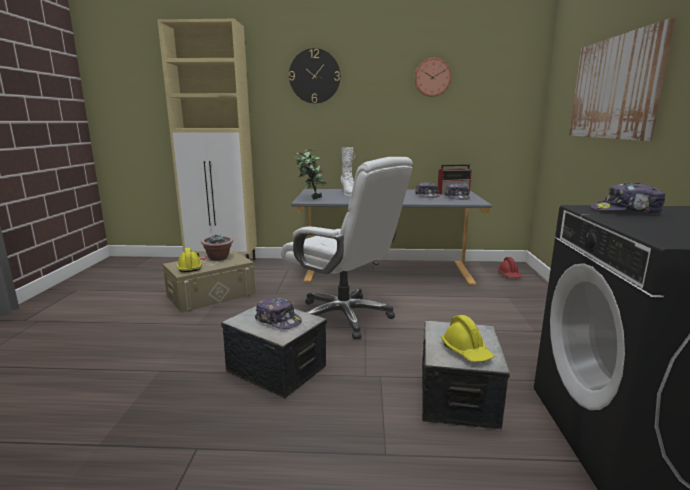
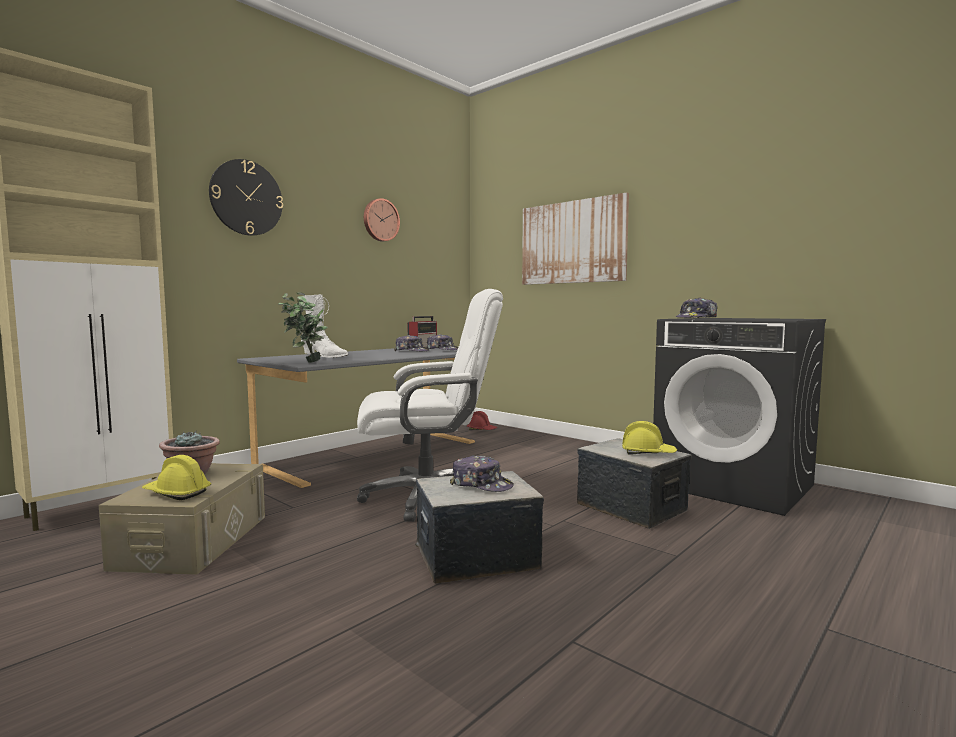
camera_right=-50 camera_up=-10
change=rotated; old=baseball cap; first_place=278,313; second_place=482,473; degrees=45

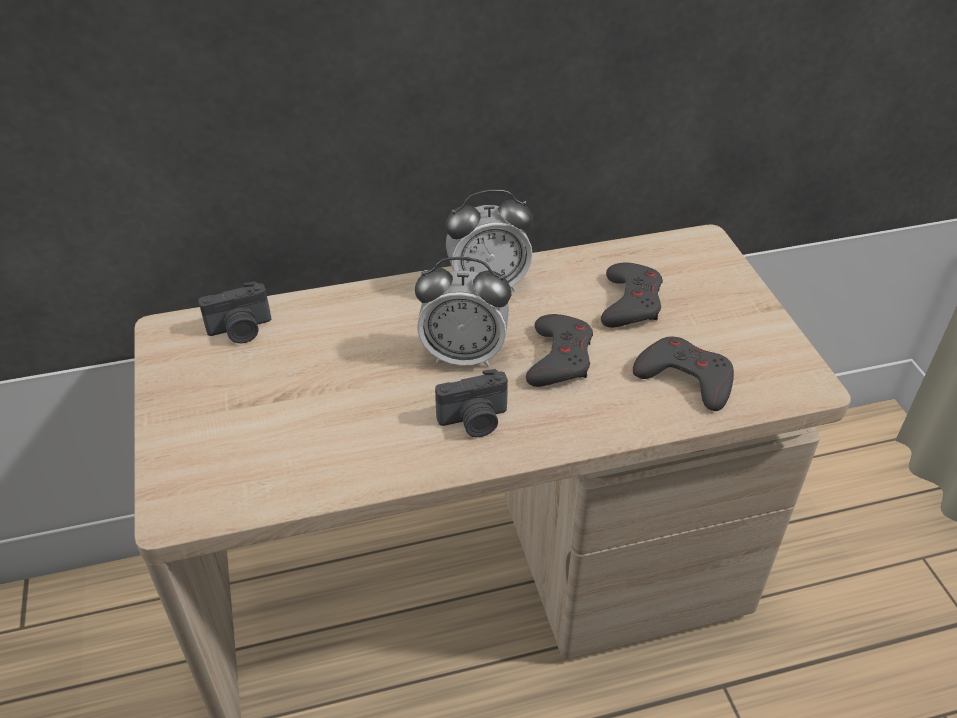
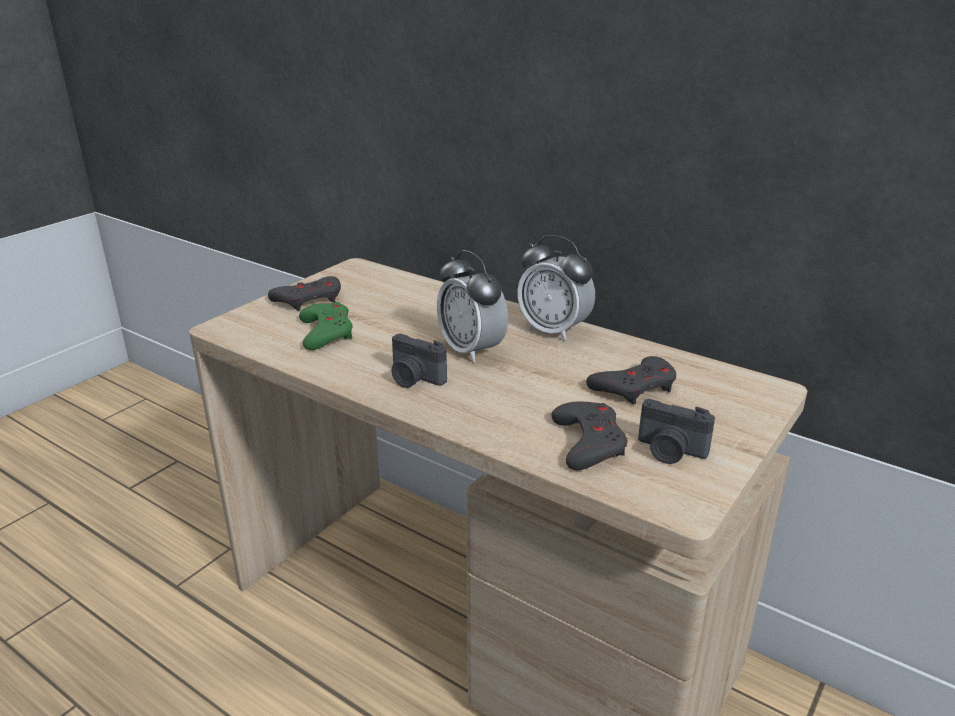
camera_right=50 camera_up=-15
change=shifted; old=still camera; first_place=234,312; second_place=676,431
change=shifted; old=joypad/greyish; first_place=559,350; second_place=304,293
change=new; new=joypad/greenish; second_place=325,326

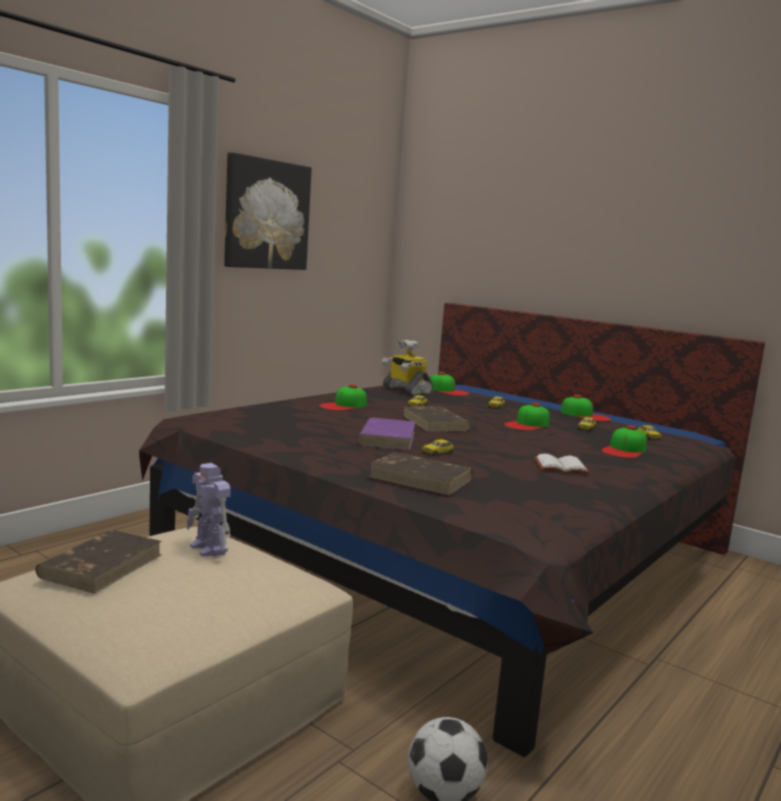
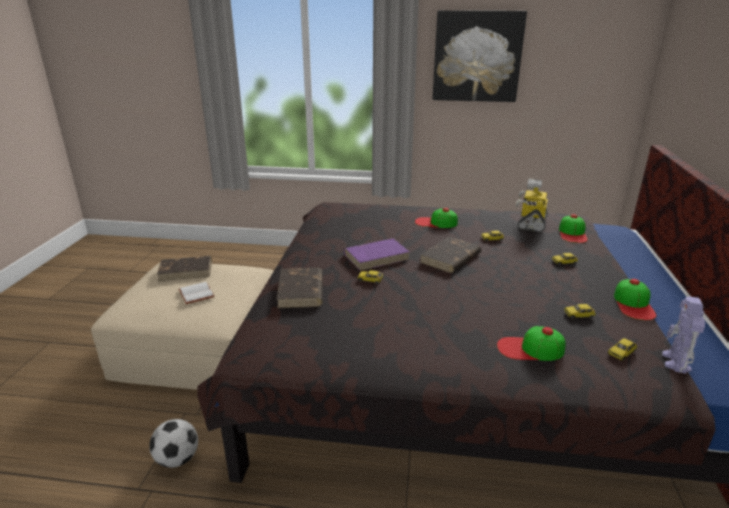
camera_right=60 camera_up=15
change=shifted; old=model robot; first_place=209,510; second_place=683,335
change=gone; old=baseball cap; first_place=527,416
change=shifted; old=volume/white-coloured; first_place=562,464; second_place=197,293

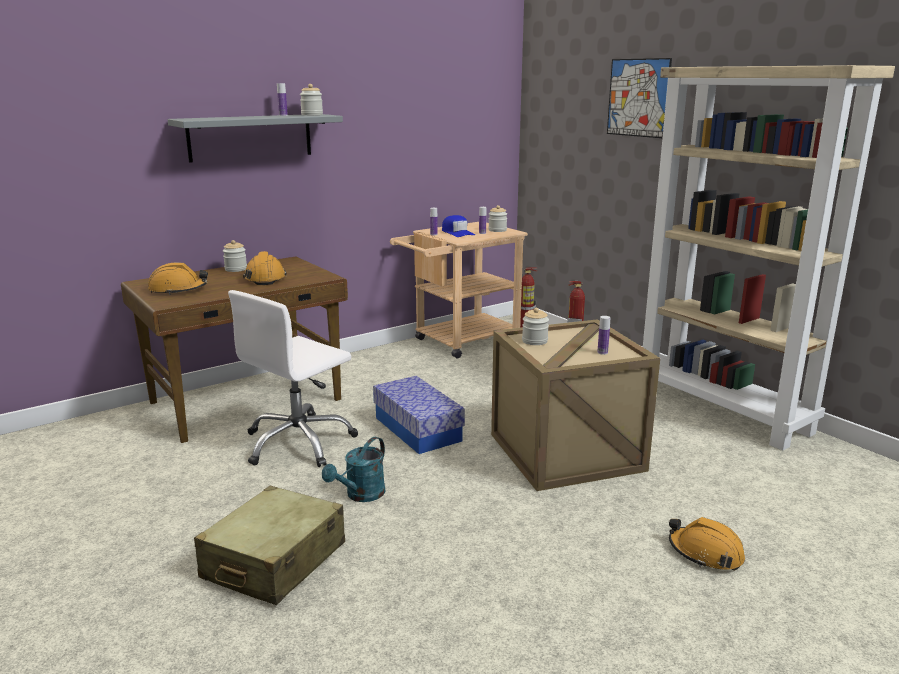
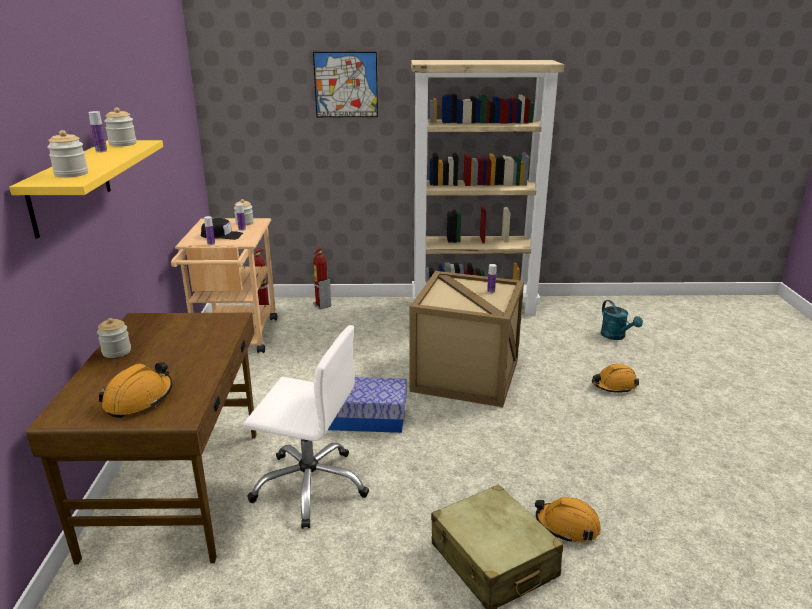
camera_right=-55 camera_up=5
change=repainted; old=shelf/greyish; new=shelf/yellow; first_place=255,138; second_place=86,189
change=rotated; old=desk chair/white-coloured; first_place=293,378; second_place=306,427; degrees=-60
change=shifted; old=work helmet/orangey; first_place=265,268; second_place=568,520
change=shifted; old=sprinkling can/turquoise-coloured; first_place=353,469; second_place=622,320
change=repainted; old=baseball cap/blue; new=baseball cap/black-coloured; first_place=458,226; second_place=222,229
change=shifted; old=preserve jar; first_place=535,326; second_place=67,154

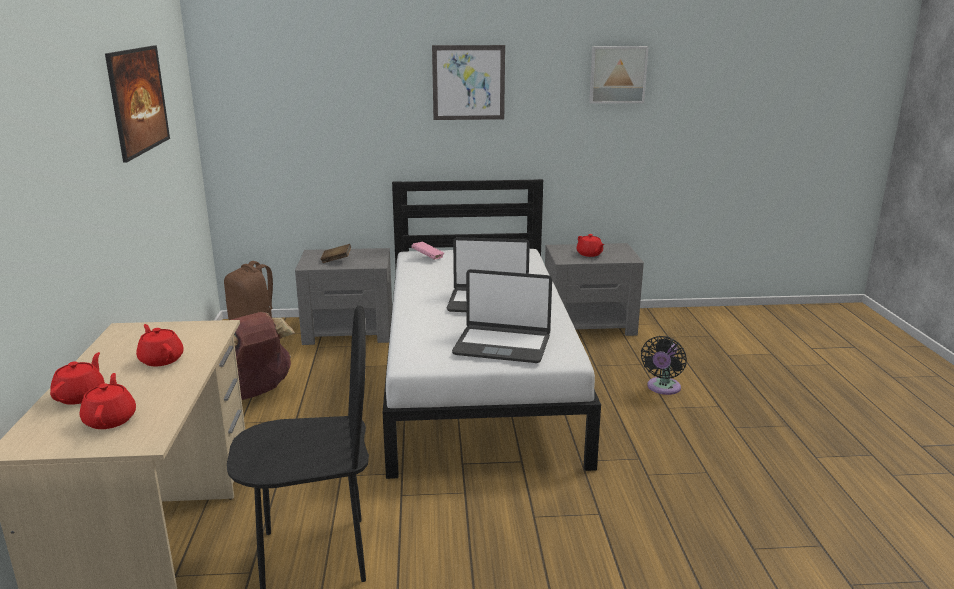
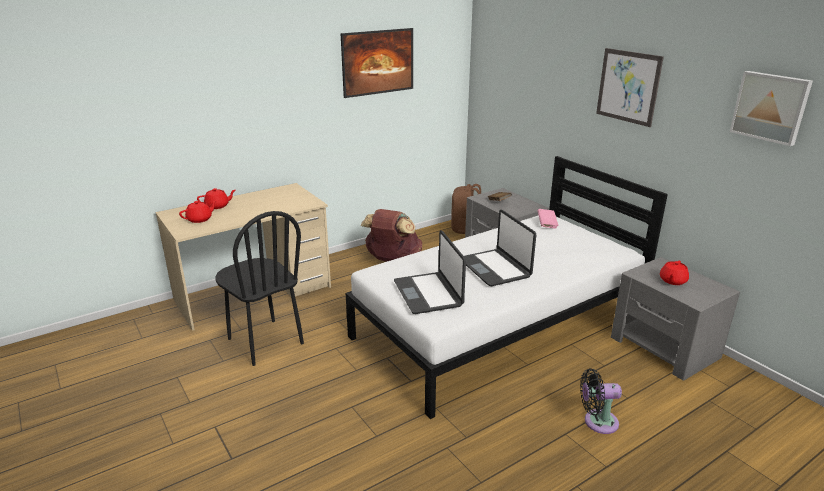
camera_right=60 camera_up=5
change=gone; old=teapot/red-coloured; first_place=160,345

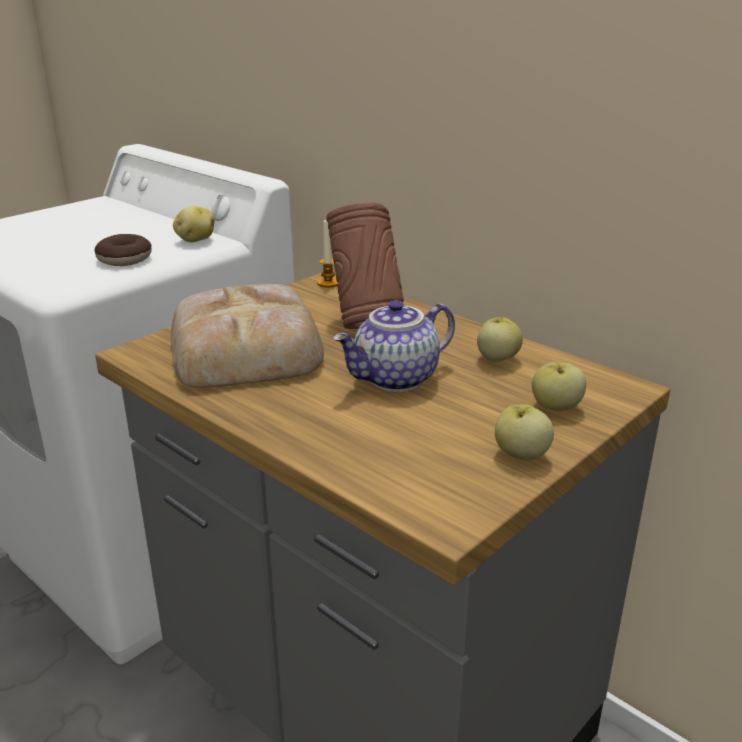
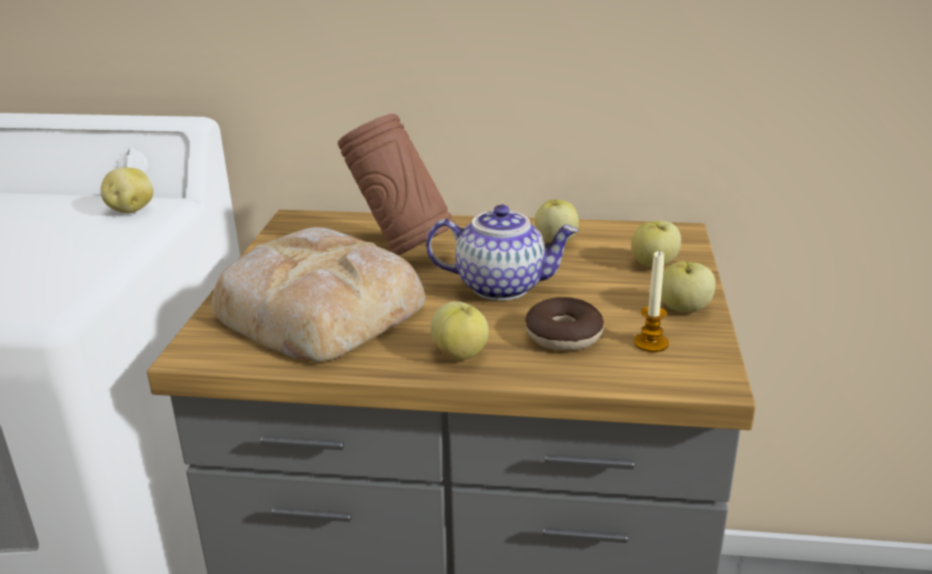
camera_right=-35 camera_up=0
change=shifted; old=doughnut; first_place=123,250; second_place=564,323
change=shifted; old=candle; first_place=327,253; second_place=651,301
change=rotated; old=teapot; first_place=394,346; second_place=502,253; degrees=-105
change=new; new=apple fruit; second_place=460,330

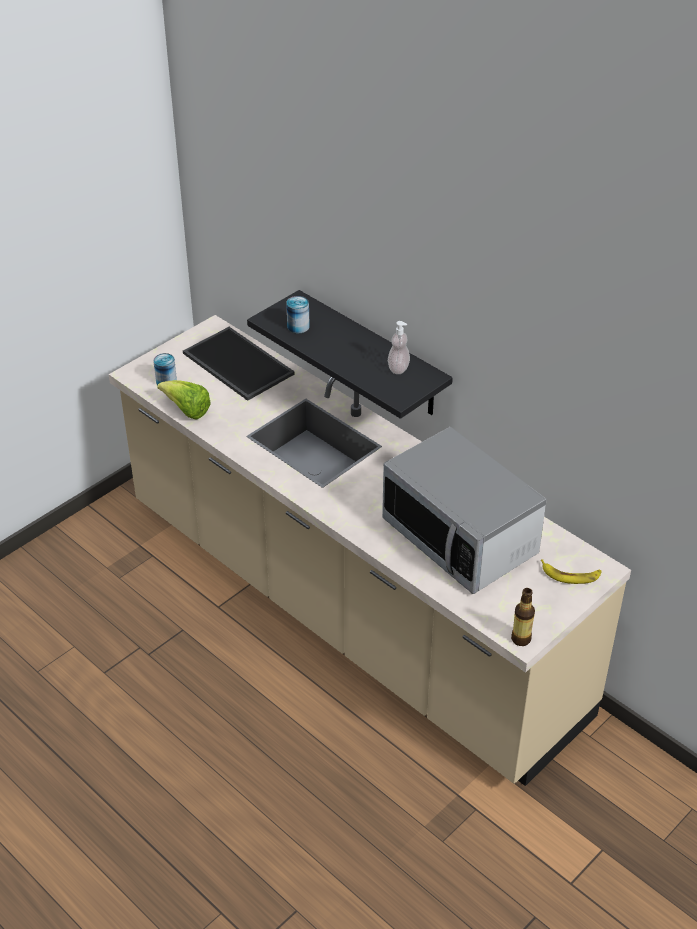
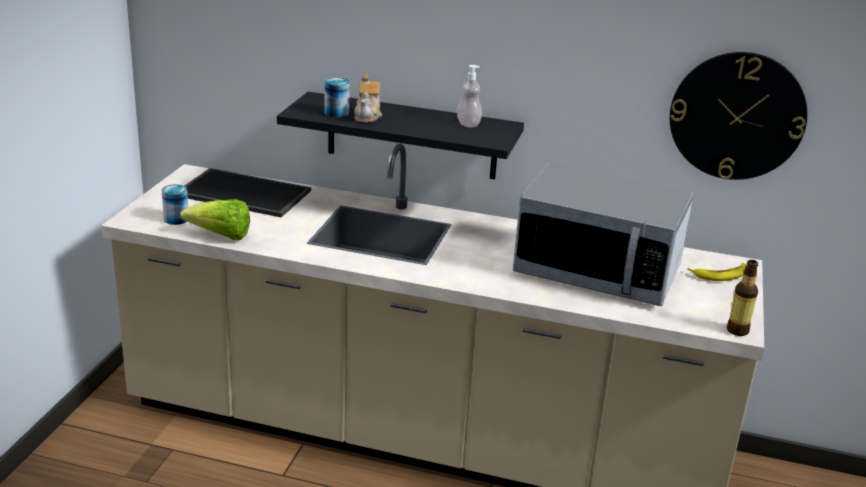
camera_right=-30 camera_up=-15
change=new; new=teapot; second_place=368,98
change=new; new=wall clock; second_place=738,116

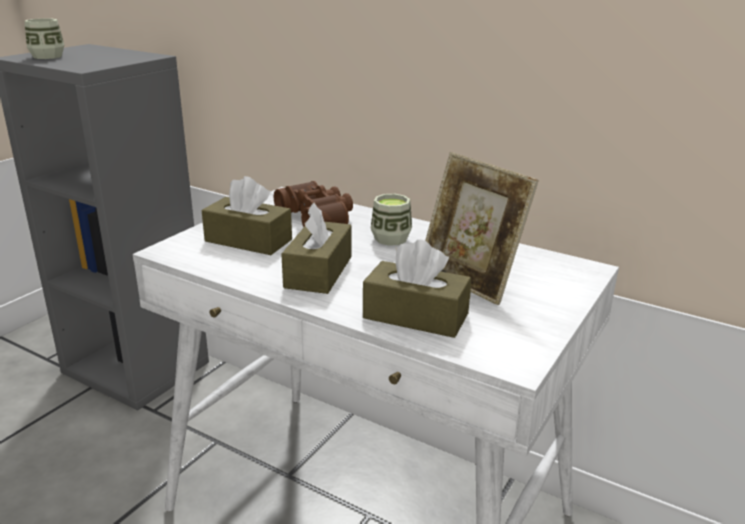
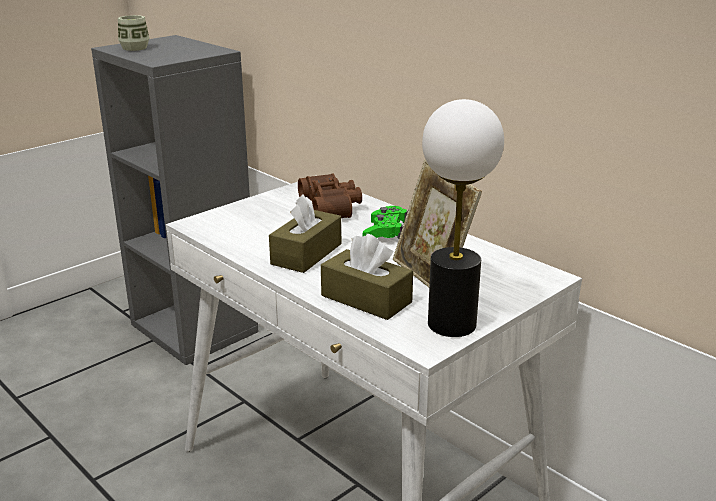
camera_right=15 camera_up=0
change=gone; old=tissue holder/brown; first_place=247,215
change=swapped; old=drinking cup; new=joypad/greenish; first_place=391,220; second_place=385,222
change=new; new=tabletop lamp; second_place=463,218

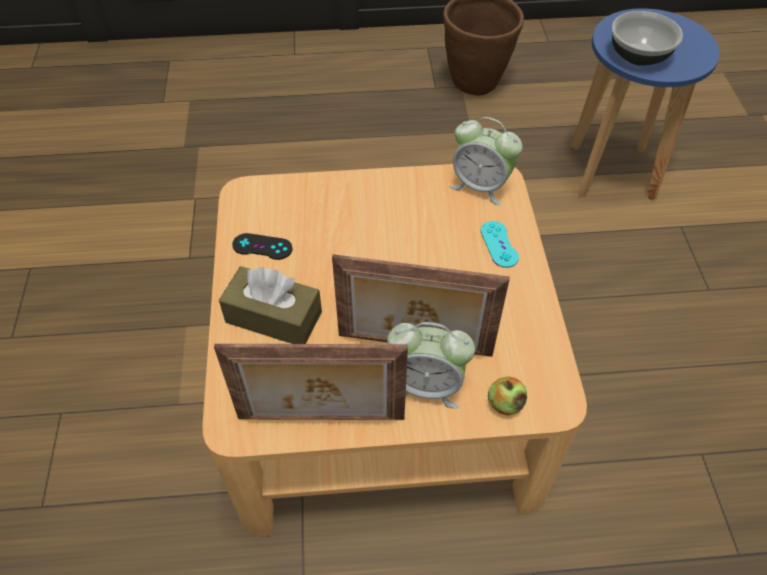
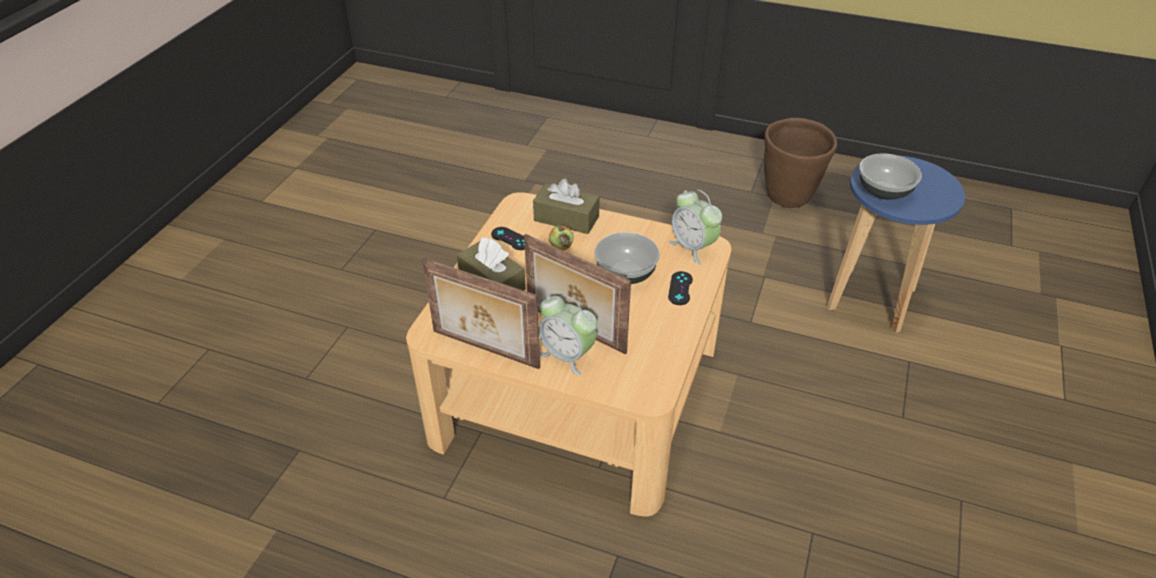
camera_right=25 camera_up=-10
change=repainted; old=joypad/turquoise-coloured; new=joypad/black-coloured; first_place=500,244; second_place=680,288
change=shifted; old=apple fruit; first_place=507,395; second_place=561,237
change=new; new=tissue holder/brown; second_place=566,206
change=new; new=serving bowl; second_place=627,258

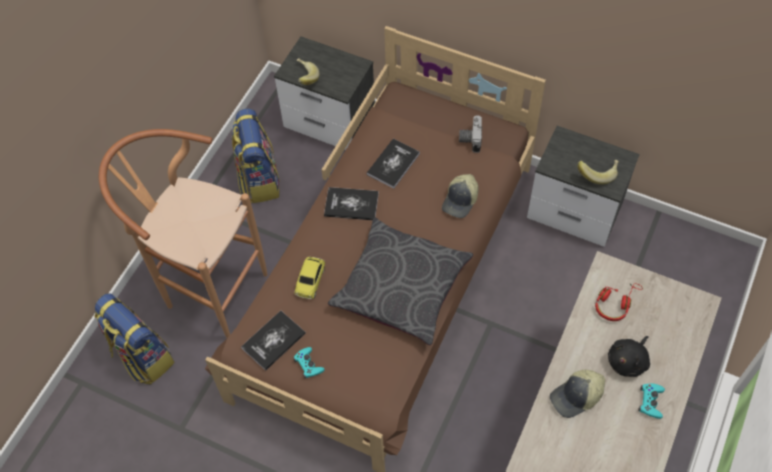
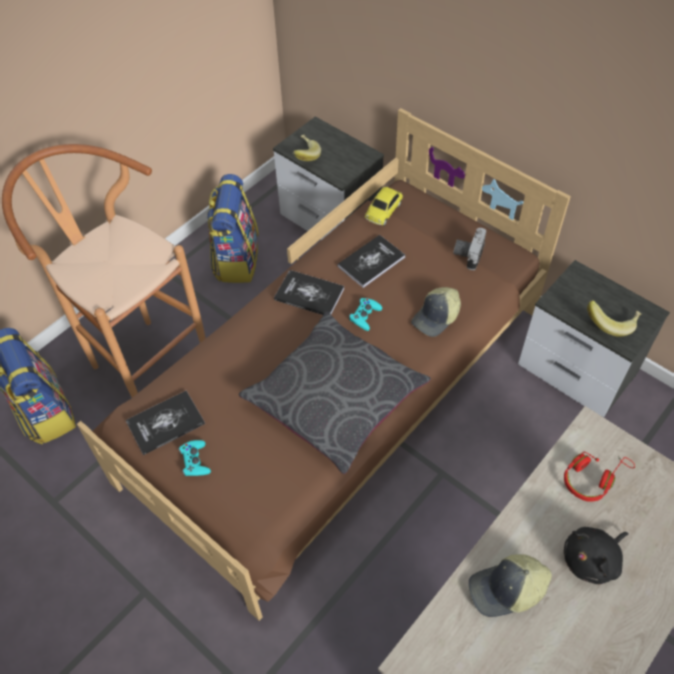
camera_right=15 camera_up=-5
change=shifted; old=model car; first_place=310,277; second_place=384,206
change=shifted; old=joypad/turquoise-coloured; first_place=651,401; second_place=365,314

